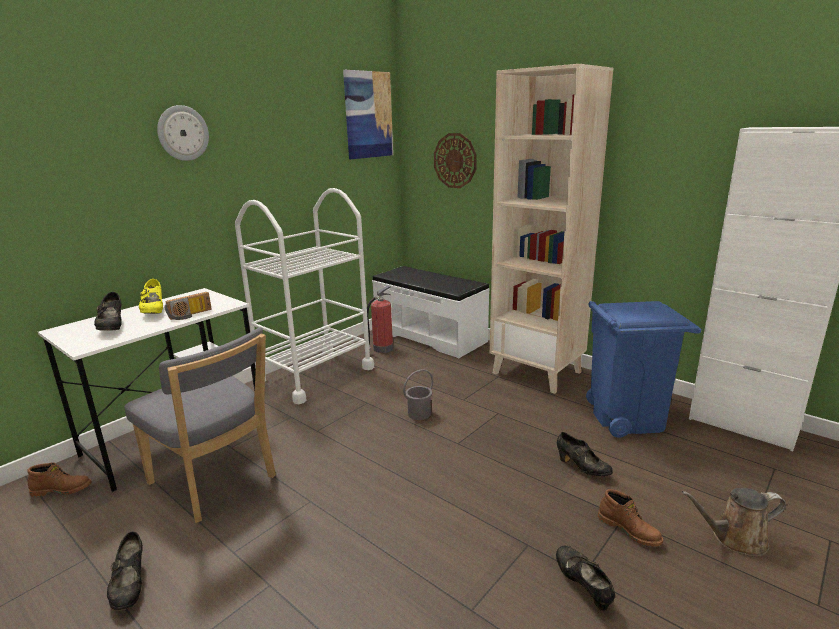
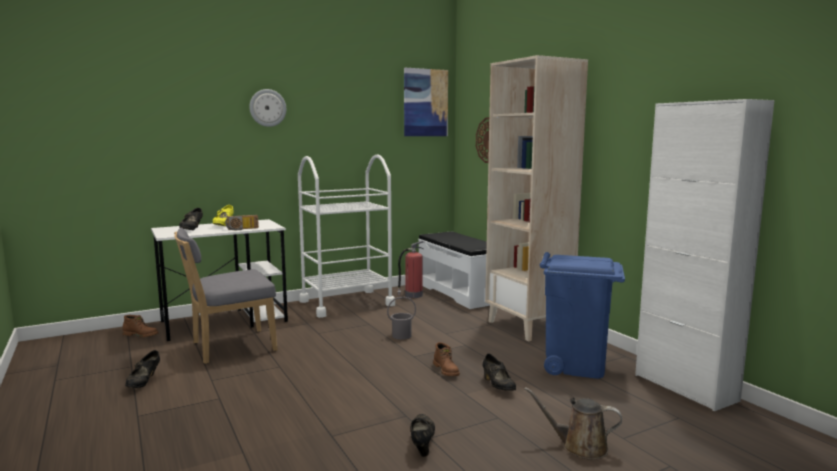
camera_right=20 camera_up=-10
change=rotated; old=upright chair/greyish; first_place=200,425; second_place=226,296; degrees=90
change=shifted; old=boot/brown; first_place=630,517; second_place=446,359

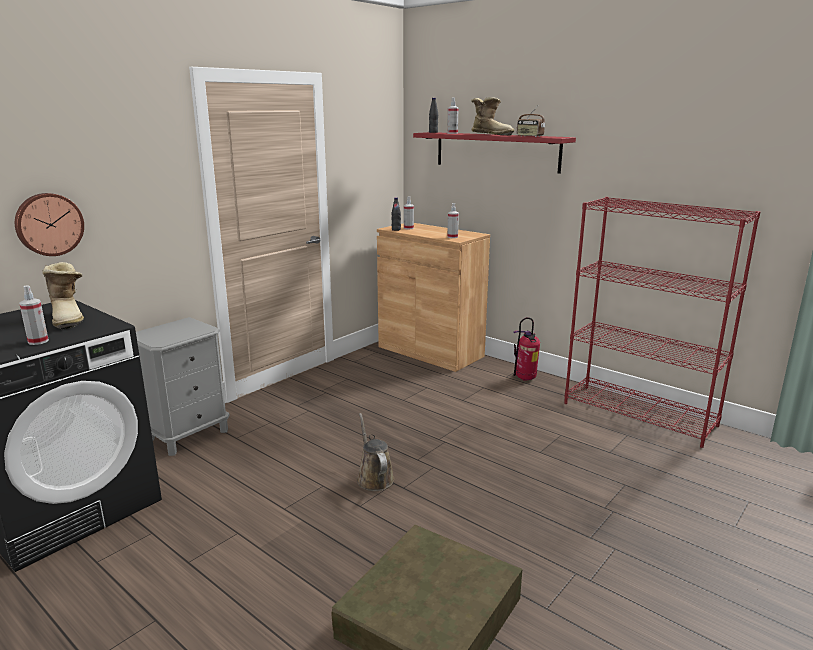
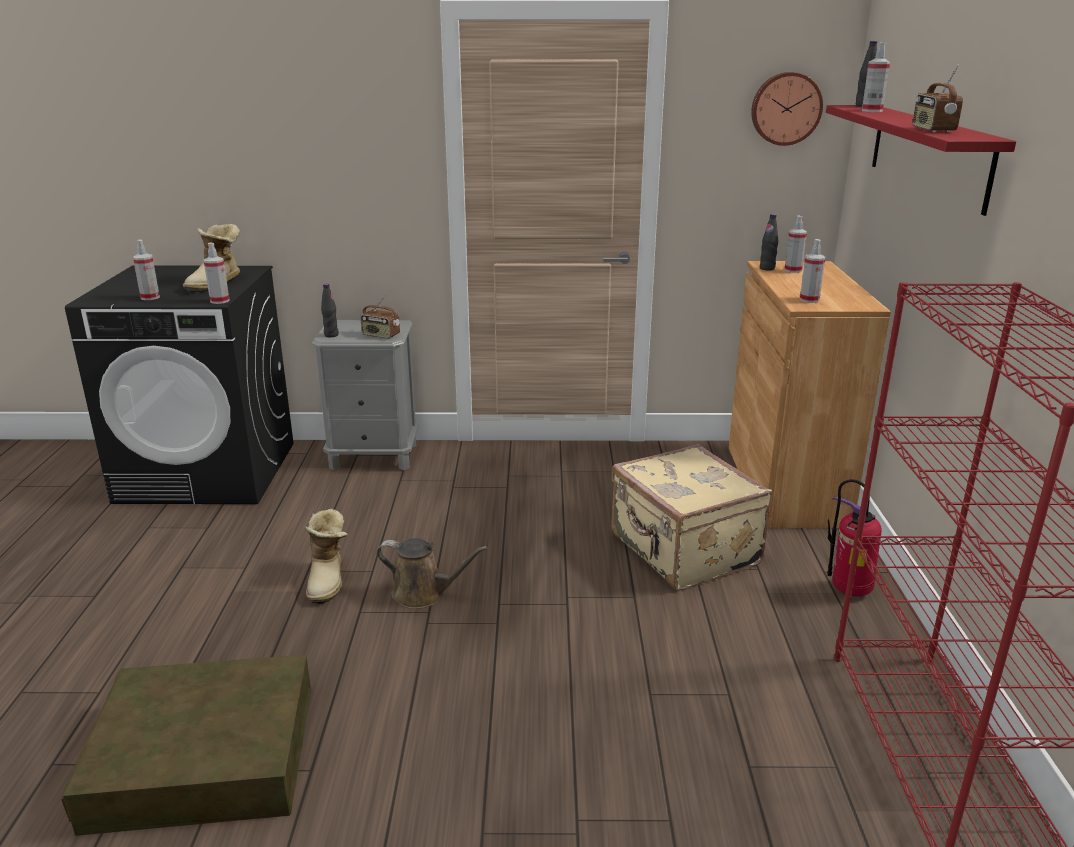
camera_right=50 camera_up=5
change=shifted; old=wall clock; first_place=49,224; second_place=787,109
change=rotated; old=sprinkling can/brown; first_place=376,452; second_place=432,573; degrees=75
change=shifted; old=boot; first_place=492,116; second_place=326,556
change=new; new=spray bottle; second_place=217,273
change=new; new=beverage bottle/black-coloured; second_place=330,310
change=new; new=radio receiver; second_place=380,316
change=new; new=travel case/beige; second_place=691,517

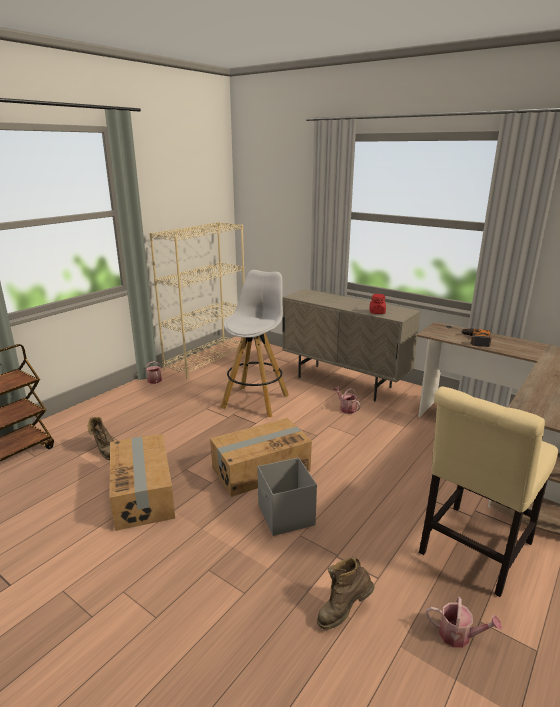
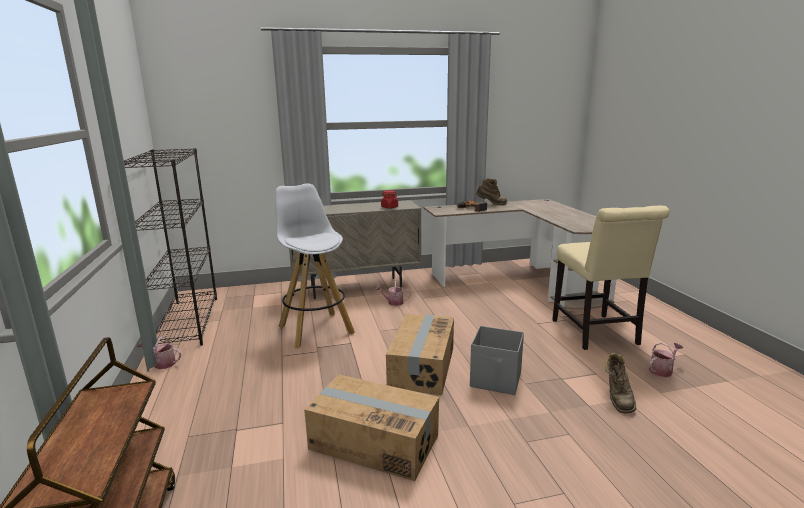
camera_right=-50 camera_up=-5
change=shifted; old=boot/brown; first_place=101,438; second_place=491,191
change=repainted; old=bookshelf/beige; new=bookshelf/black-coloured; first_place=197,300; second_place=170,246

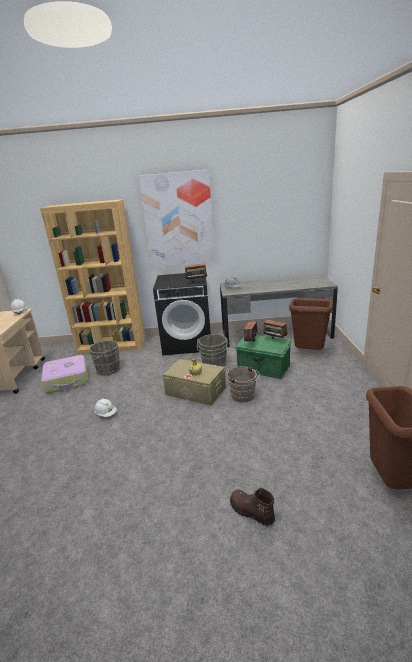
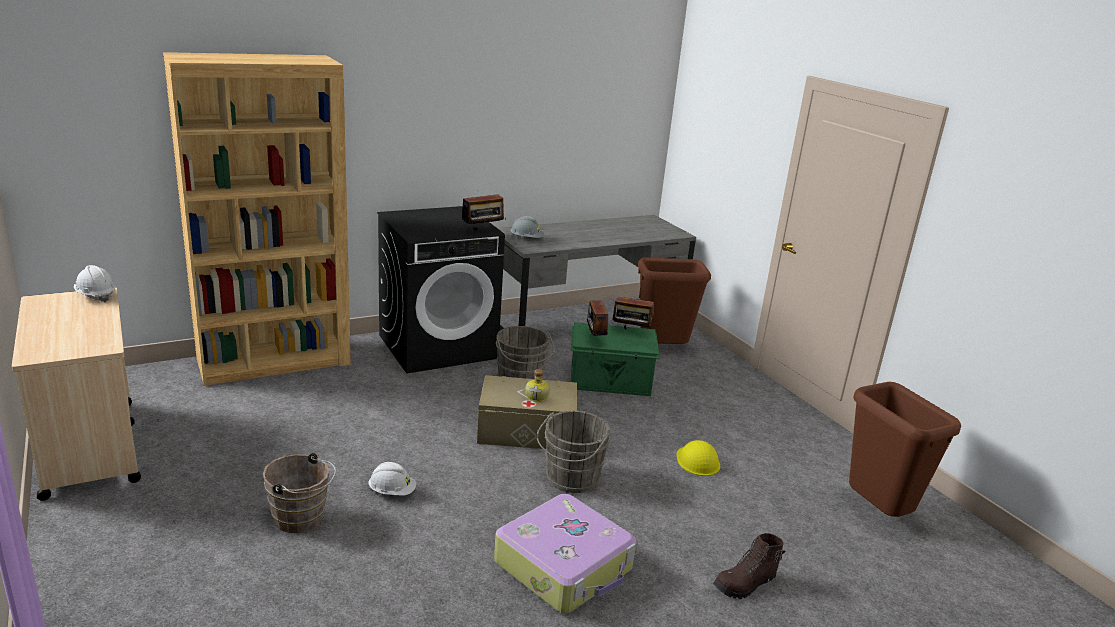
camera_right=-30 camera_up=0
change=shifted; old=travel case; first_place=64,374; second_place=565,554
change=shifted; old=water bucket/greyish; first_place=103,357; second_place=573,452
change=gone; old=picture; first_place=177,219
change=shifted; old=water bucket/brown; first_place=243,384; second_place=299,493
change=rotated; old=boot/brown; first_place=252,507; second_place=749,566; degrees=-45
change=new; new=work helmet/yellow; second_place=698,458

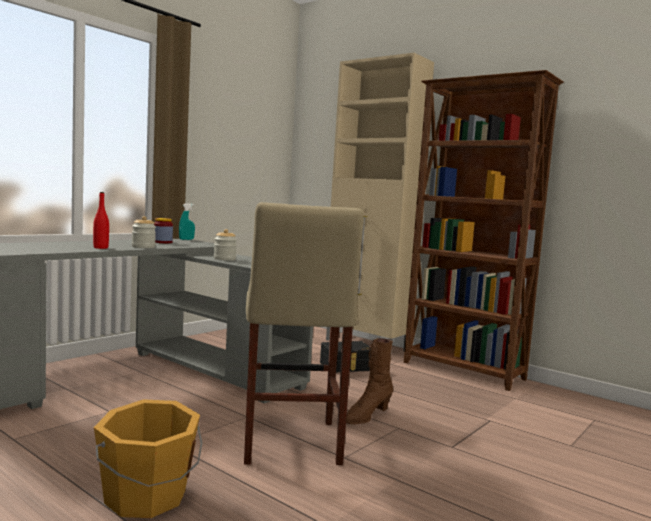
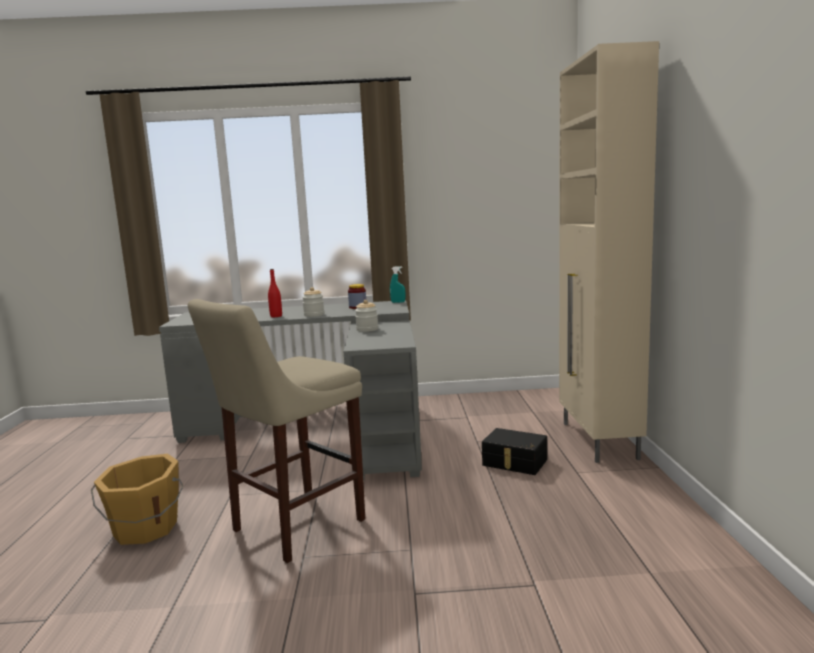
camera_right=50 camera_up=5
change=gone; old=boot/brown; first_place=369,381
change=gone; old=bookshelf/brown; first_place=483,230

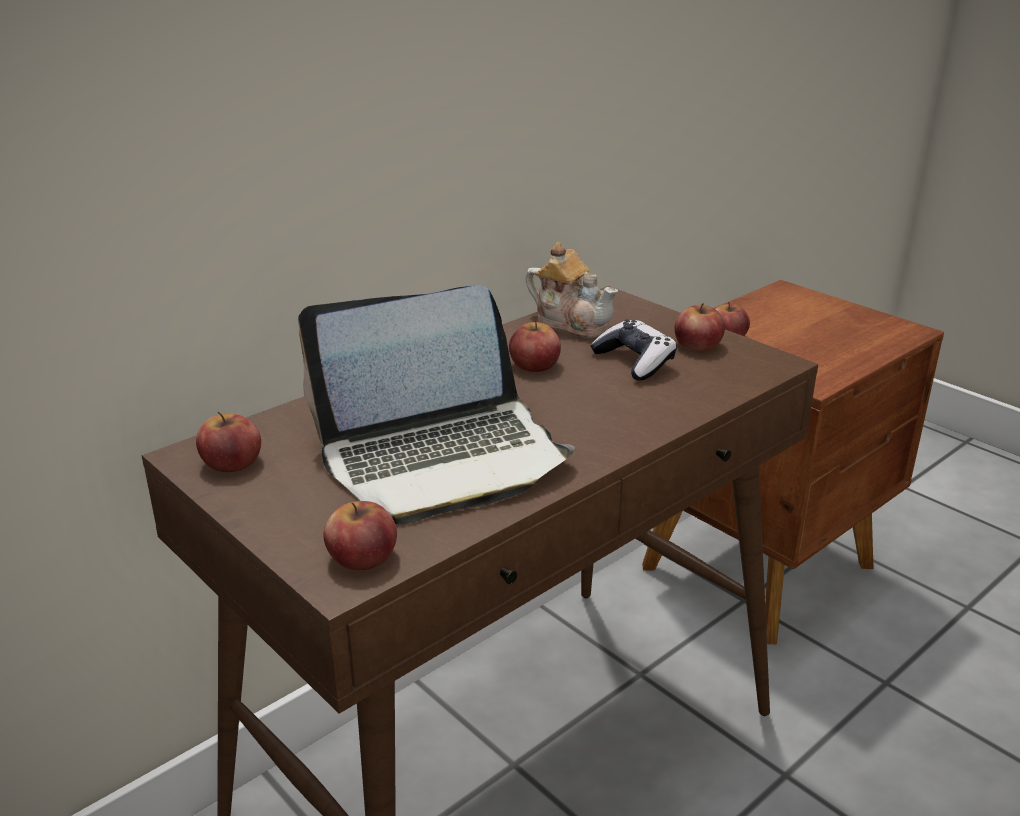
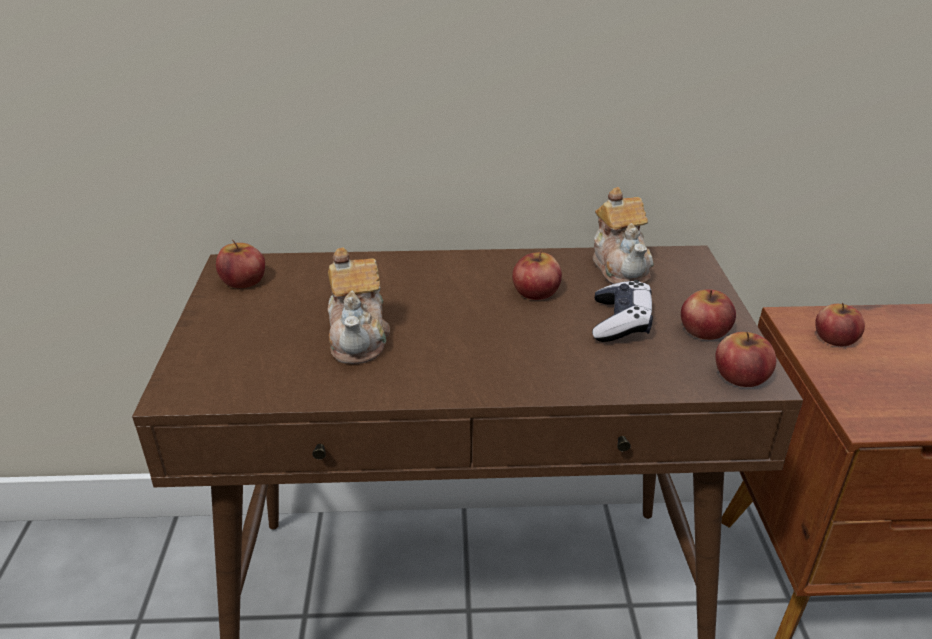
camera_right=40 camera_up=5
change=swapped; old=notebook computer; new=teapot; first_place=436,405; second_place=359,305
change=shifted; old=apple fruit; first_place=360,535; second_place=745,359

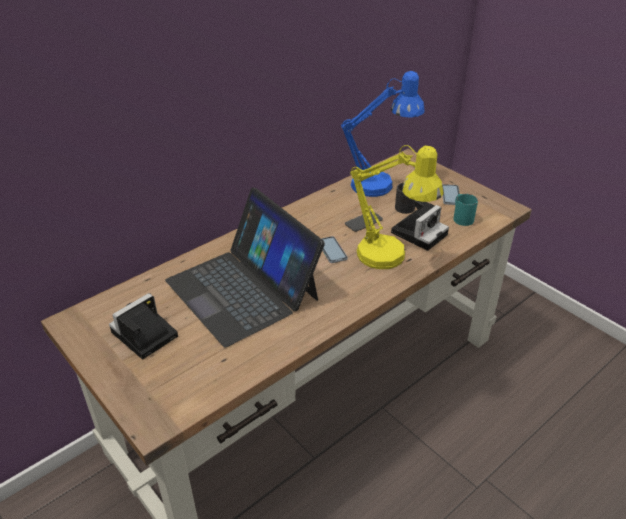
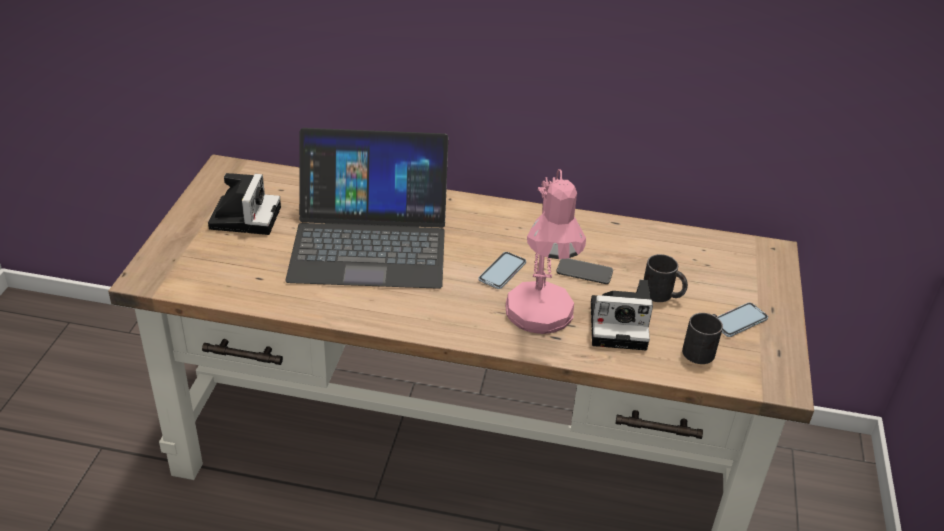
camera_right=50 camera_up=0
change=rotated; old=still camera; first_place=143,326; second_place=244,204; degrees=90
change=rotated; old=notebook computer; first_place=245,267; second_place=366,208; degrees=-105
change=gone; old=tabletop lamp/blue; first_place=383,134
change=repainted; old=tabletop lamp/yellow; new=tabletop lamp/pink; first_place=397,207; second_place=546,251
change=repainted; old=coffee mug/turquoise-coloured; new=coffee mug/black-coloured; first_place=465,210; second_place=702,338

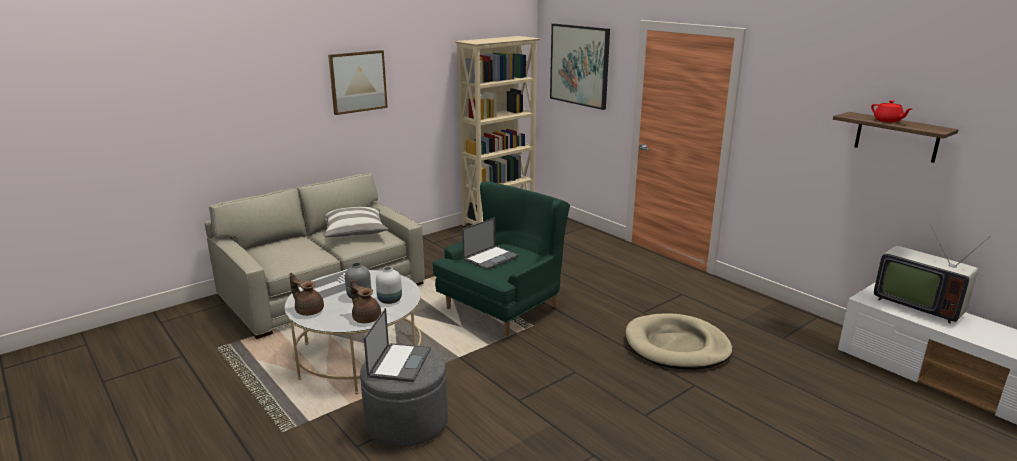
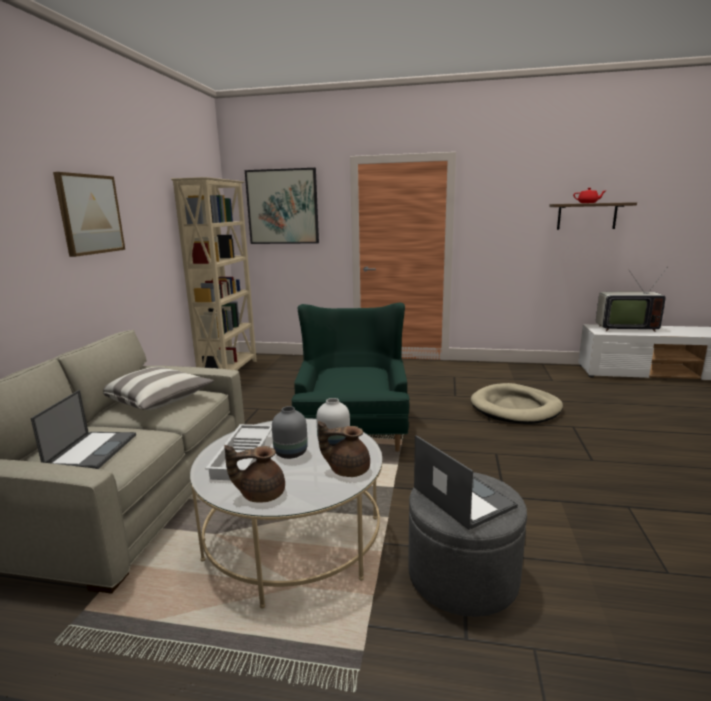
camera_right=-40 camera_up=-5
change=shifted; old=notebook computer; first_place=490,243; second_place=83,429

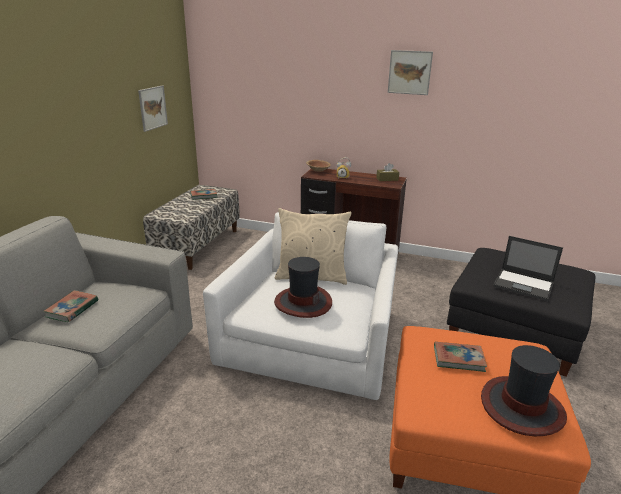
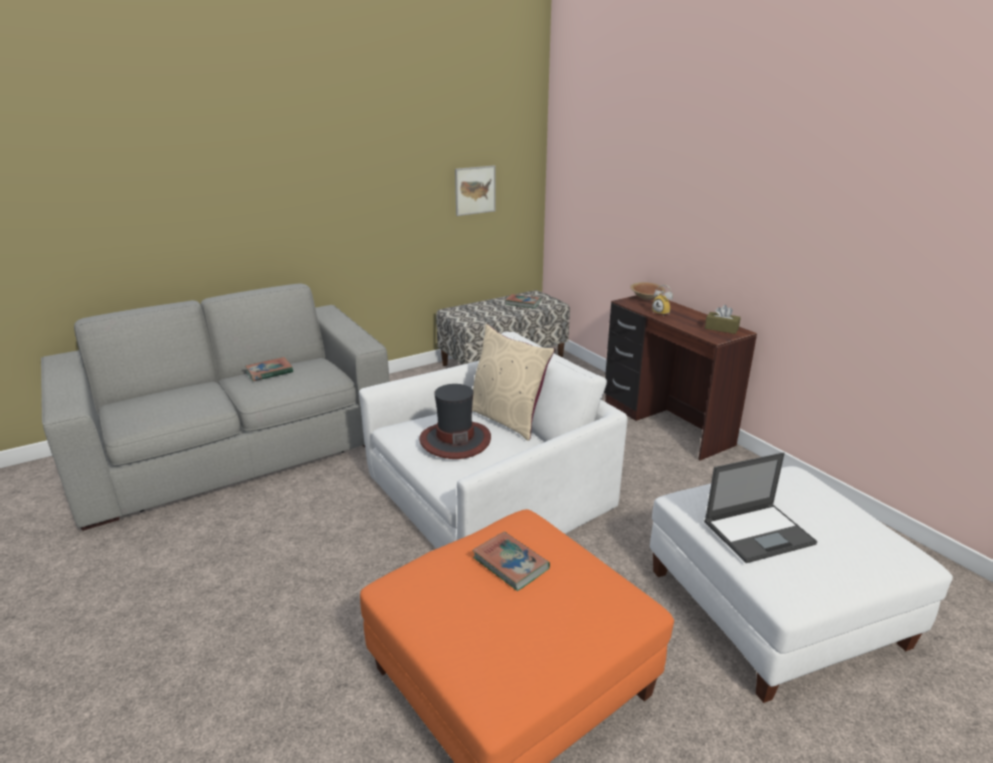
camera_right=40 camera_up=0
change=gone; old=picture; first_place=410,72
change=repainted; old=footrest/black-coloured; new=footrest/white-coloured; first_place=521,312; second_place=801,584
change=gone; old=wearable hat; first_place=524,390
change=rotated; old=notebook computer; first_place=528,268; second_place=760,508; degrees=-90

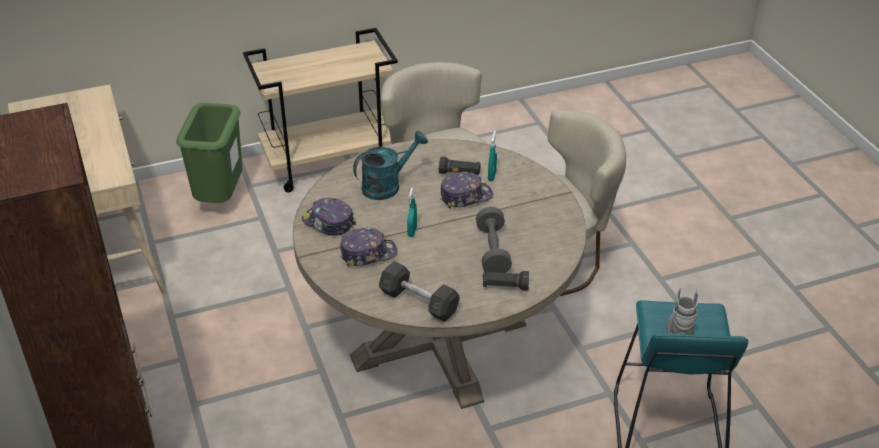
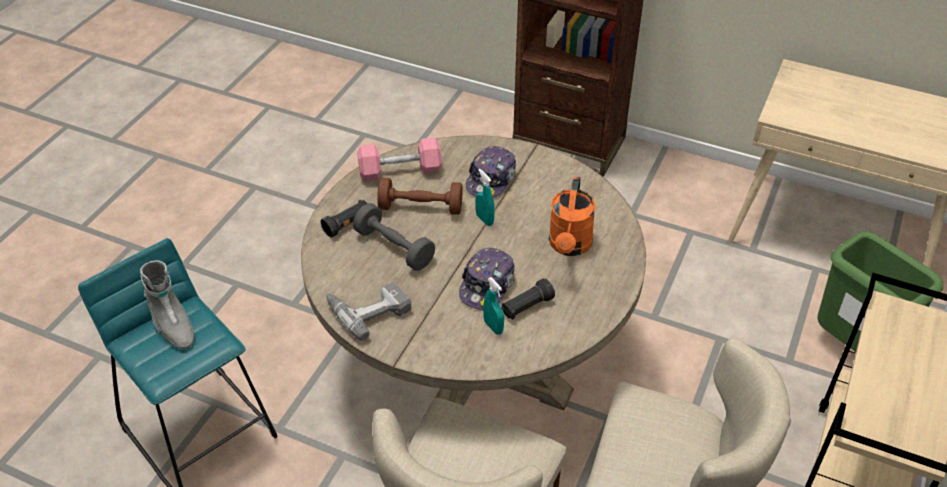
camera_right=135 camera_up=5
change=gone; old=baseball cap; first_place=329,217
change=repainted; old=sprinkling can/turquoise-coloured; new=sprinkling can/orangey; first_place=390,165; second_place=572,216
change=repainted; old=hand weight/greyish; new=hand weight/pink; first_place=419,291; second_place=399,159
change=new; new=power drill; second_place=369,311
change=new; new=hand weight/brown; second_place=420,196

